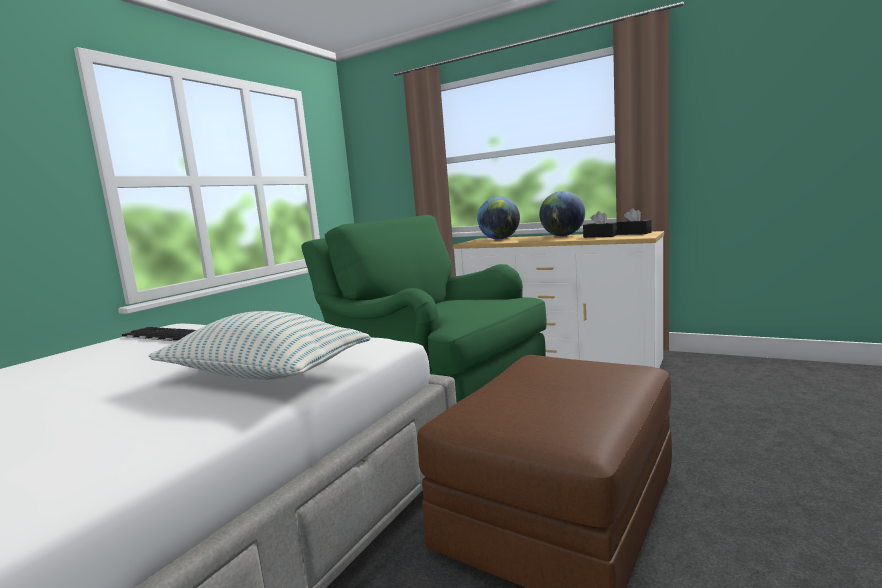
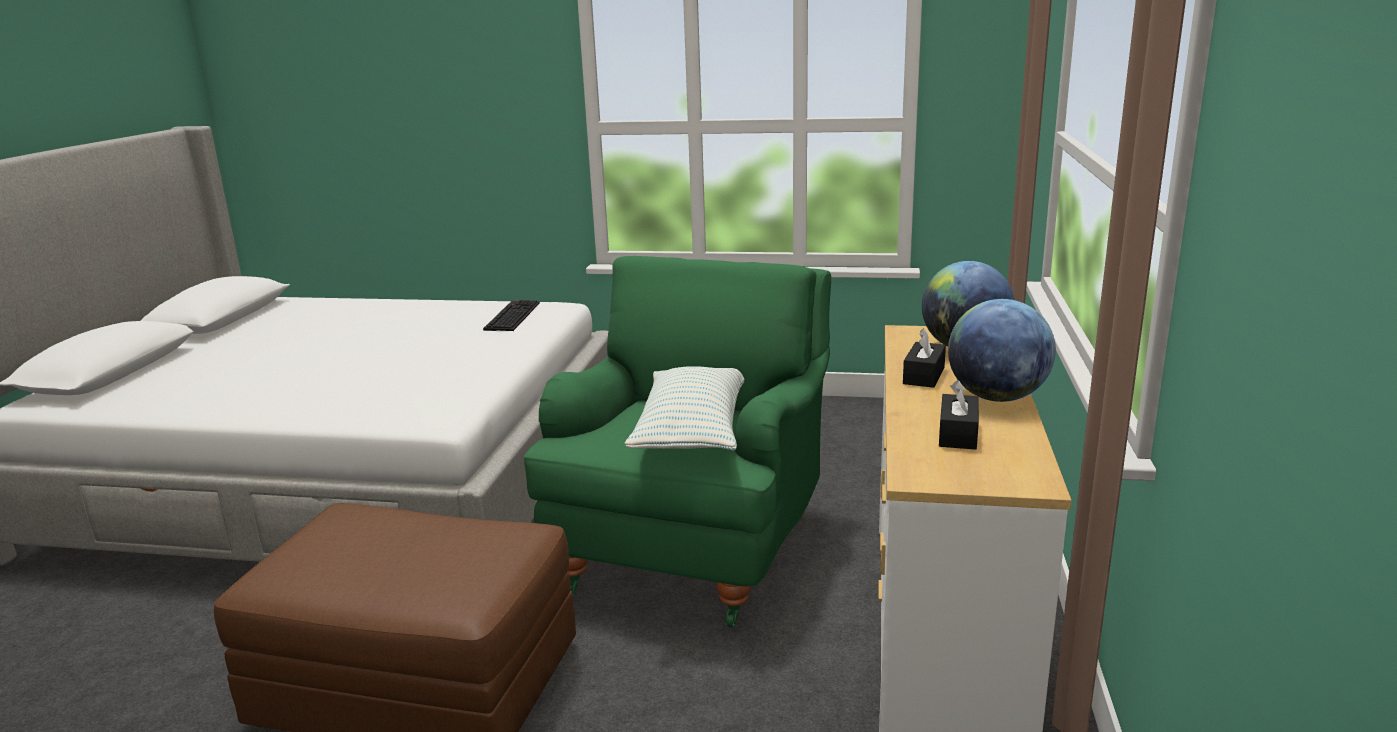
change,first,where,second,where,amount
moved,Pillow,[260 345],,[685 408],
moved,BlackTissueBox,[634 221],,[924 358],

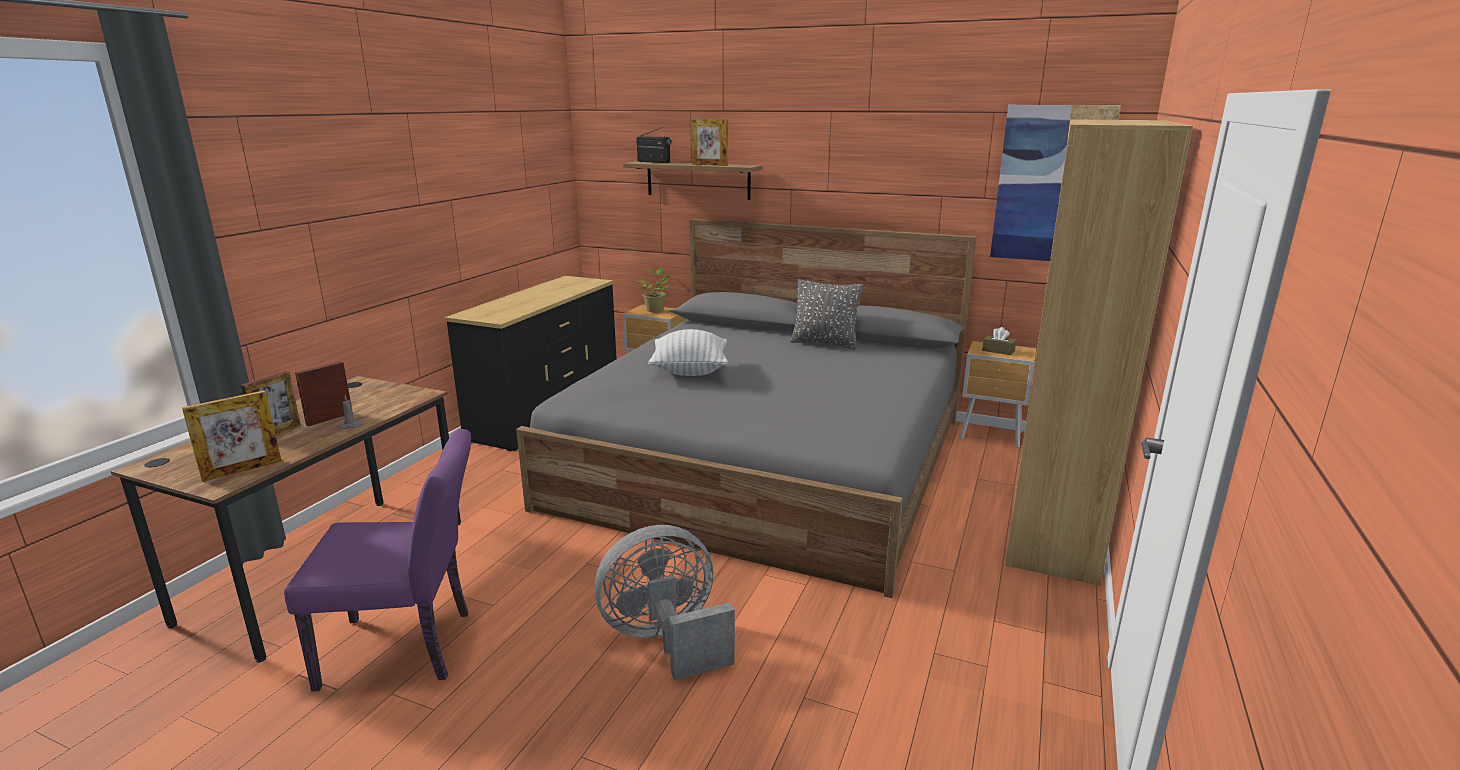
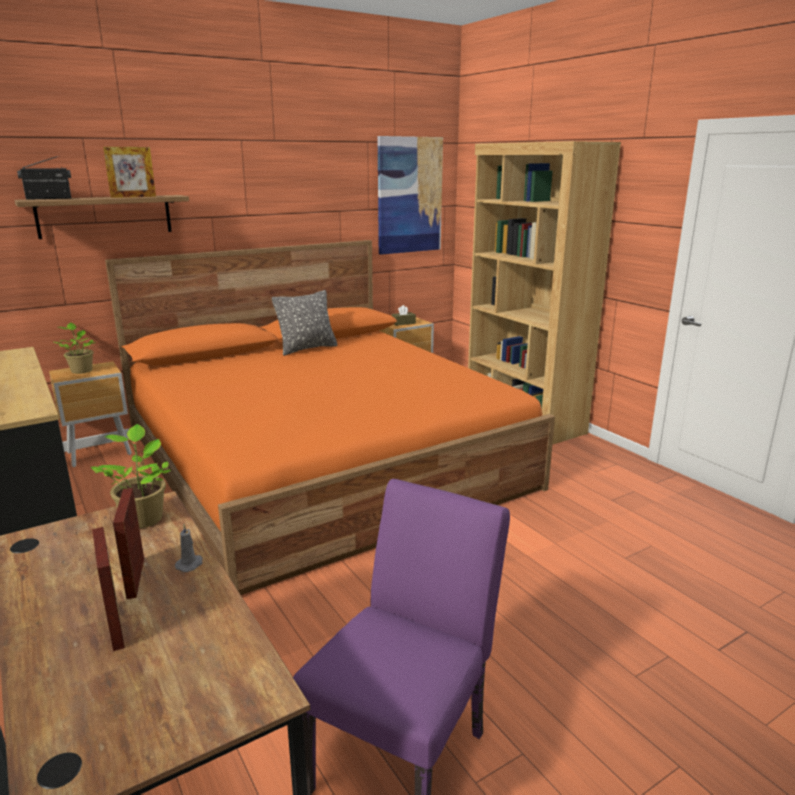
change,first,where,second,where,amount
removed,PictureFrame,[231 436],,,
recoloured,GreyBed,[746 408],OrangeBed,[330 417],
removed,GreyFan,[665 603],,,
removed,WhitePillow,[688 352],,,
added,,,PottedPlant,[131 476],

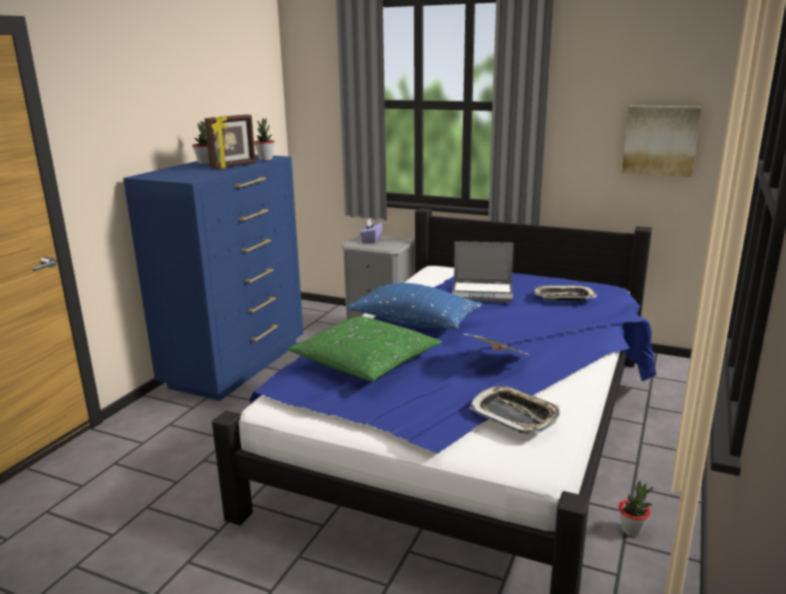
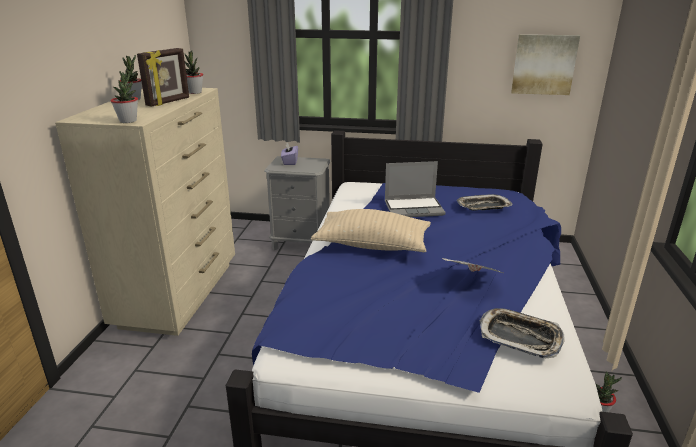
change,first,where,second,where,amount
recoloured,BlueDresser,[213 278],BeigeDresser,[145 212],
removed,GreenPillow,[365 348],,,
recoloured,BluePillow,[414 306],BeigePillow,[371 230],
added,,,PottedPlant,[124 97],

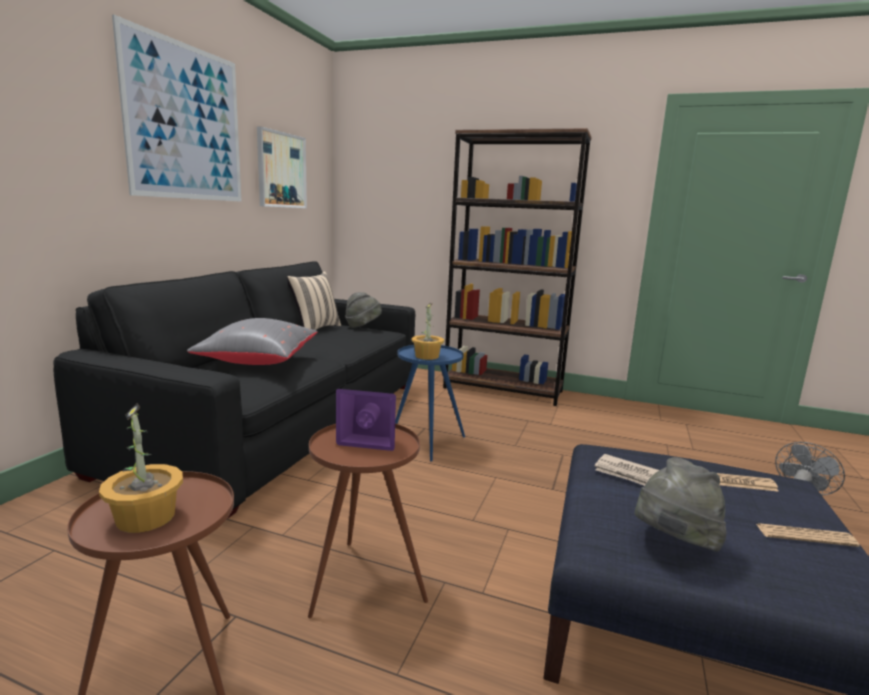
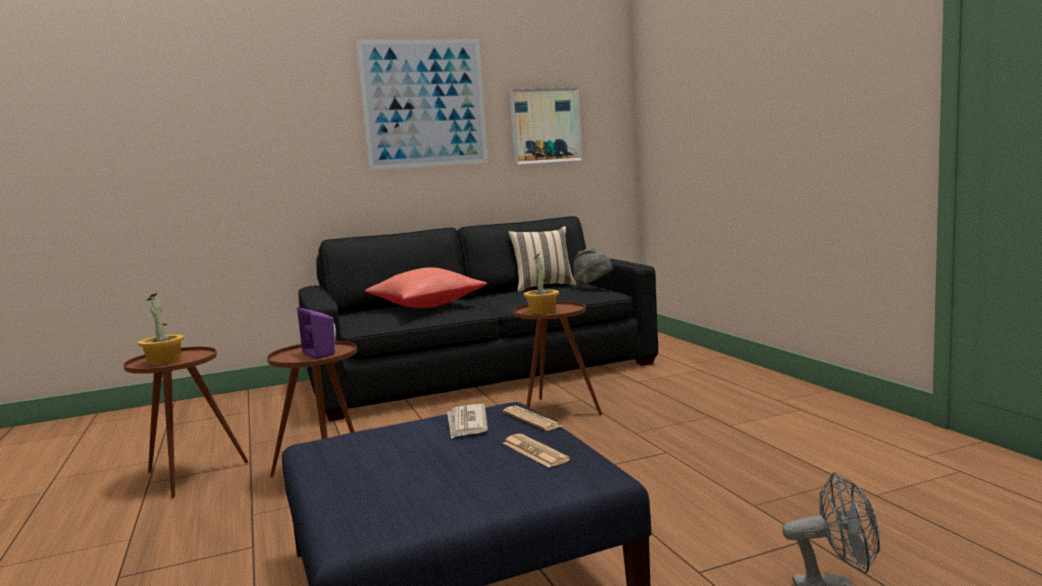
change,first,where,second,where,amount
recoloured,GreyPillow,[252 341],RedPillow,[426 287],
recoloured,BlueSideTable,[430 403],BrownSideTable,[558 358],
removed,BrownBookcase,[517 267],,,
removed,GreyHat,[681 504],,,
moved,Newspaper,[808 535],,[533 418],

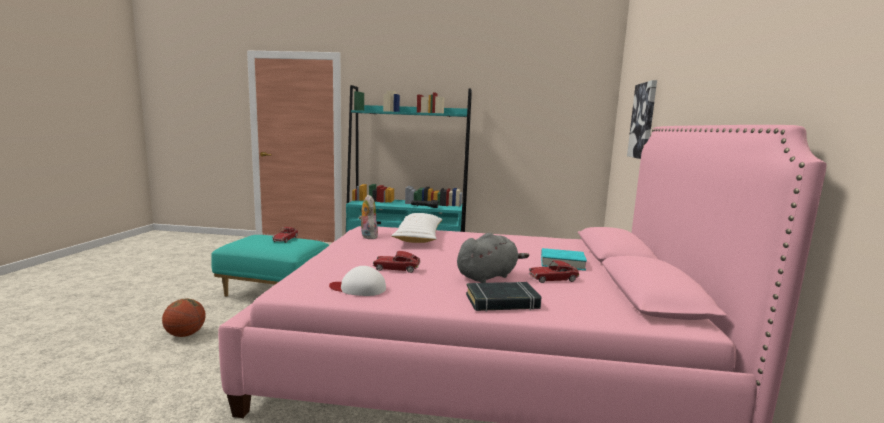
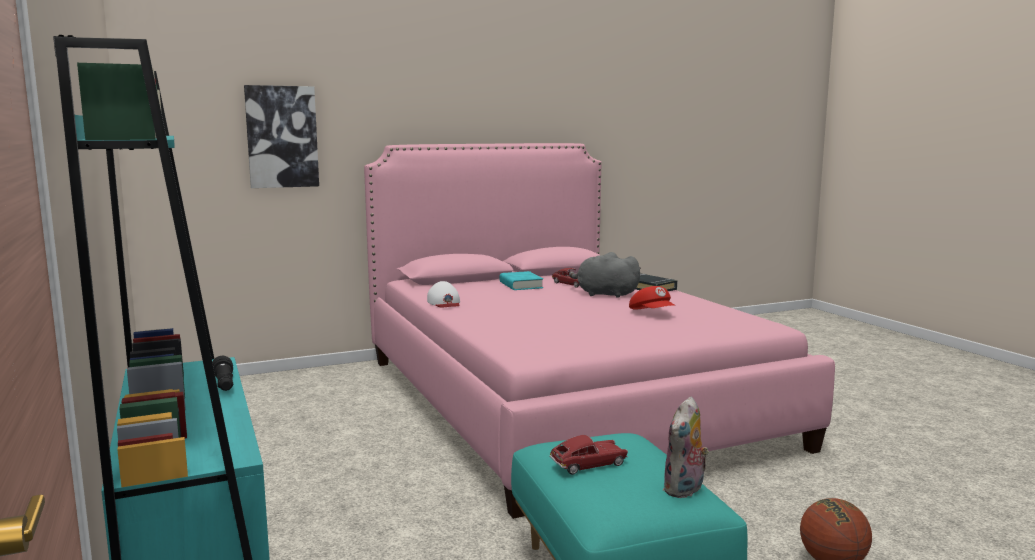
change,first,where,second,where,amount
moved,WhiteCap,[357 281],,[443 294],
moved,PlushToy,[368 217],,[686 447],
replaced,ToyCar,[397 262],RedCap,[652 297],
removed,WhitePillow,[416 228],,,

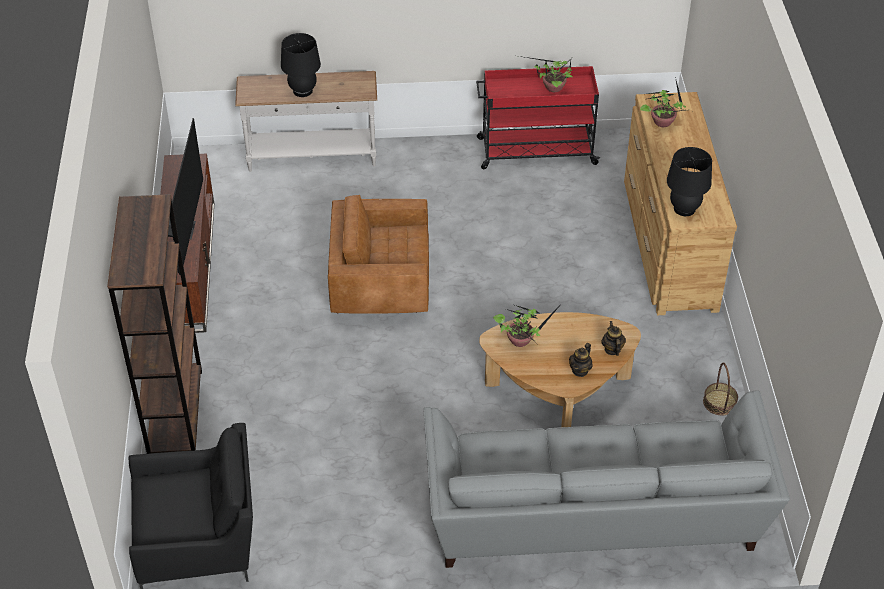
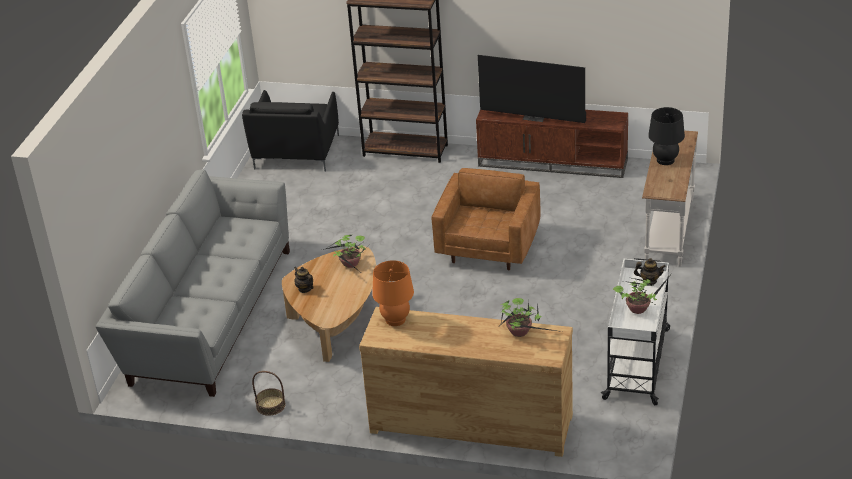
change,first,where,second,where,amount
recoloured,RedCart,[538 118],WhiteCart,[635 331],
moved,Teapot,[613 338],,[650 271],
recoloured,BlackTableLamp,[689 181],OrangeTableLamp,[393 293],

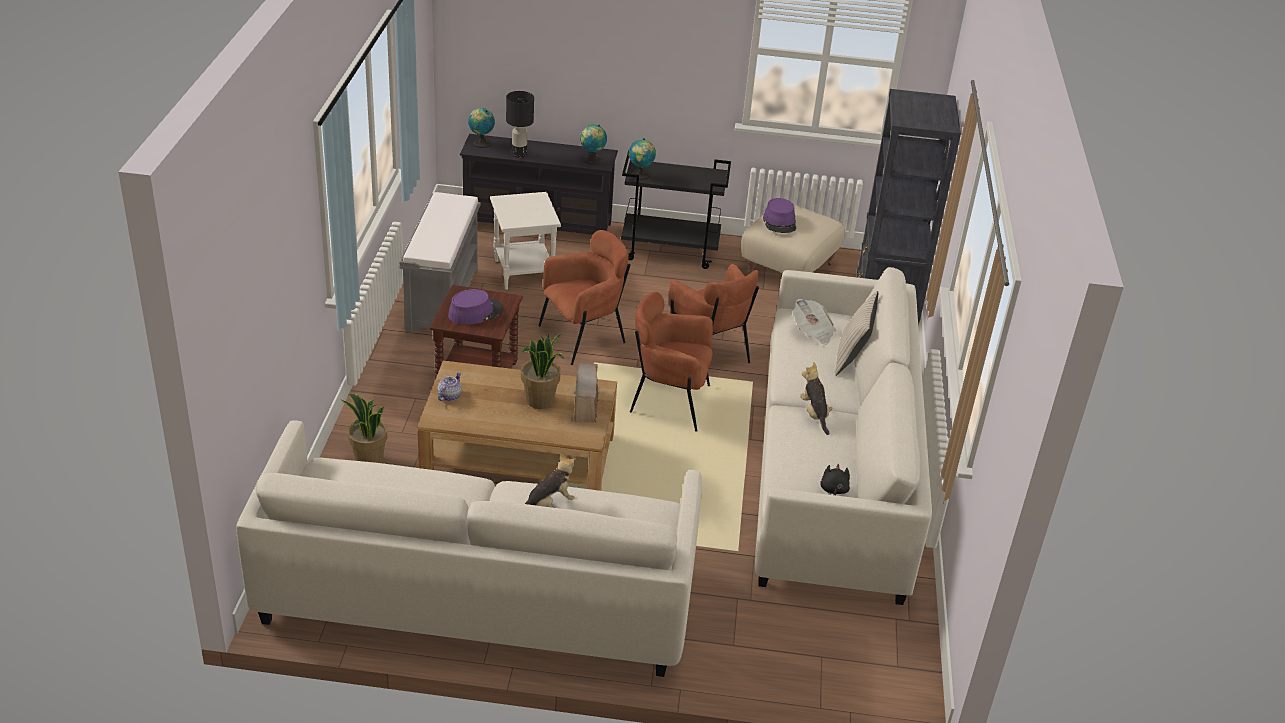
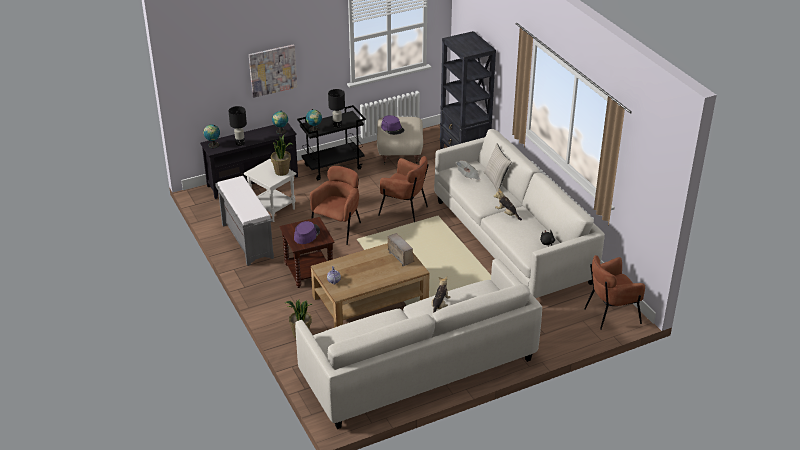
change,first,where,second,where,amount
moved,PottedPlant,[542 371],,[282 155],
moved,BrownArmchair,[671 361],,[614 292],
added,,,Picture,[273 71],
added,,,BlackTableLamp,[336 108],

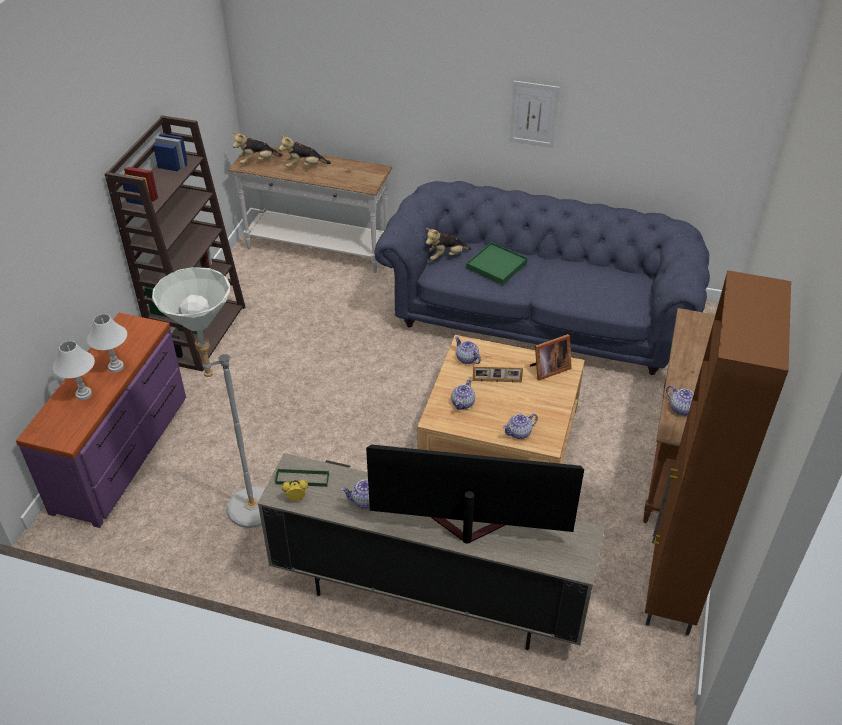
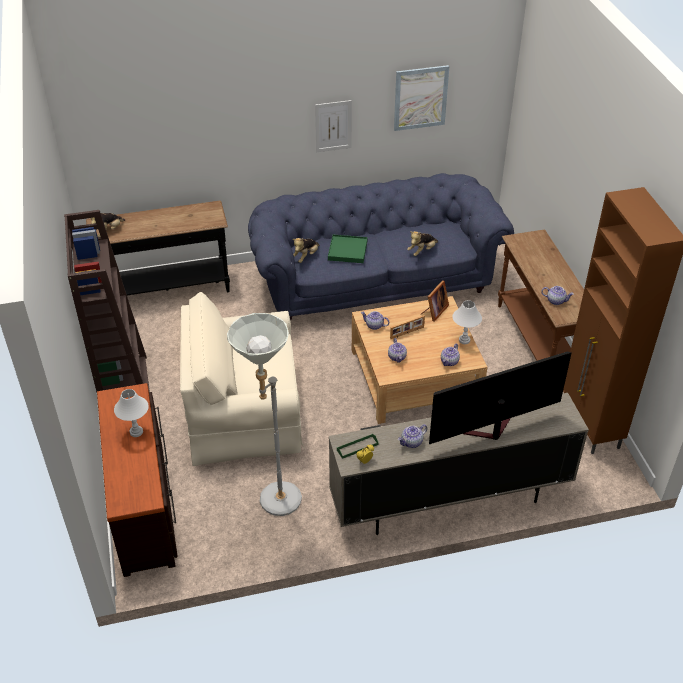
change,first,where,second,where,amount
recoloured,PurpleDresser,[101 420],BrownDresser,[137 480],
moved,WhiteTableLamp,[74 370],,[467 322],
recoloured,WhiteConsoleTable,[310 210],BlackConsoleTable,[158 248],
moved,PlushToy,[305 151],,[422 243],
added,,,BeigeArmchair,[242 379],
added,,,Picture,[421 98],

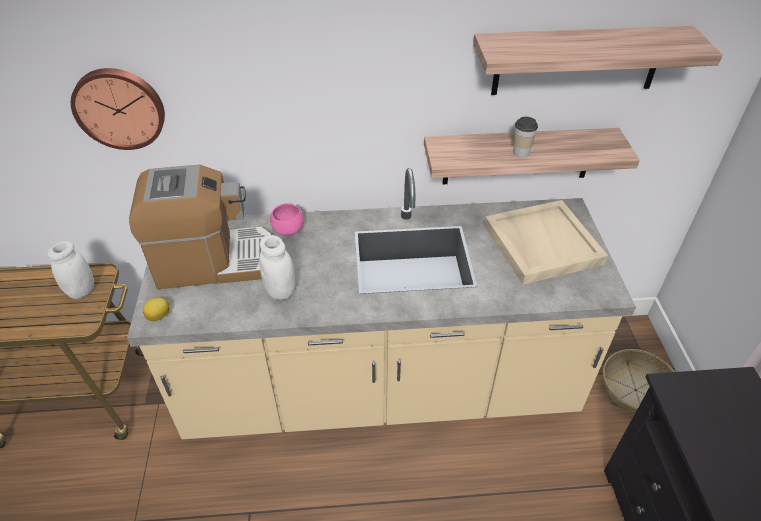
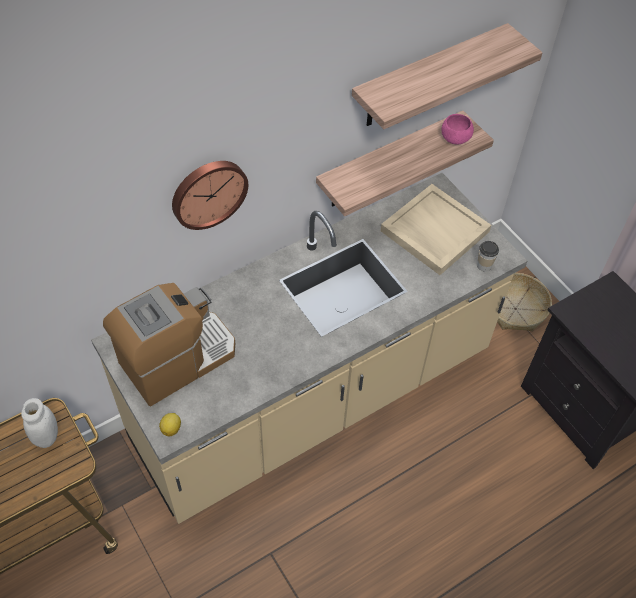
change,first,where,second,where,amount
moved,WallClock,[118 109],,[210 195],
removed,WhiteJar,[277 267],,,
moved,PinkBowl,[287 219],,[457 129],
moved,Cup,[525 137],,[488 256],

